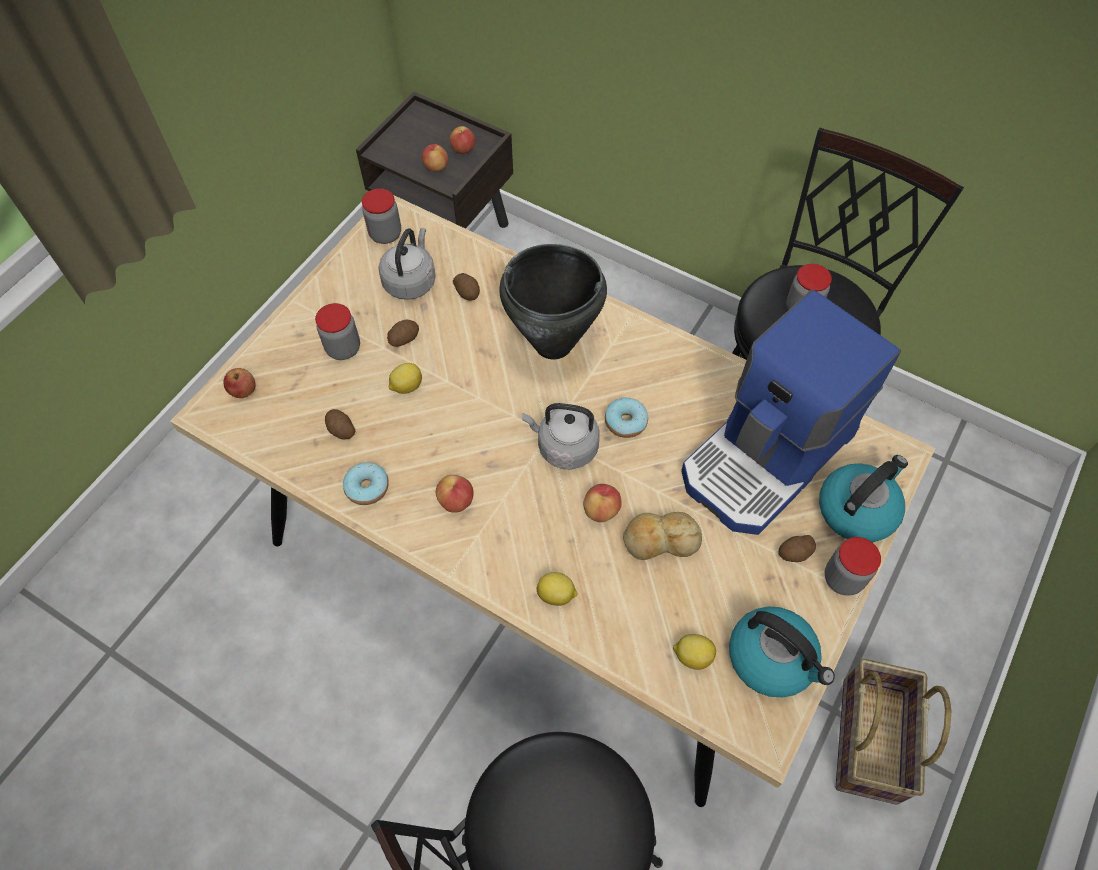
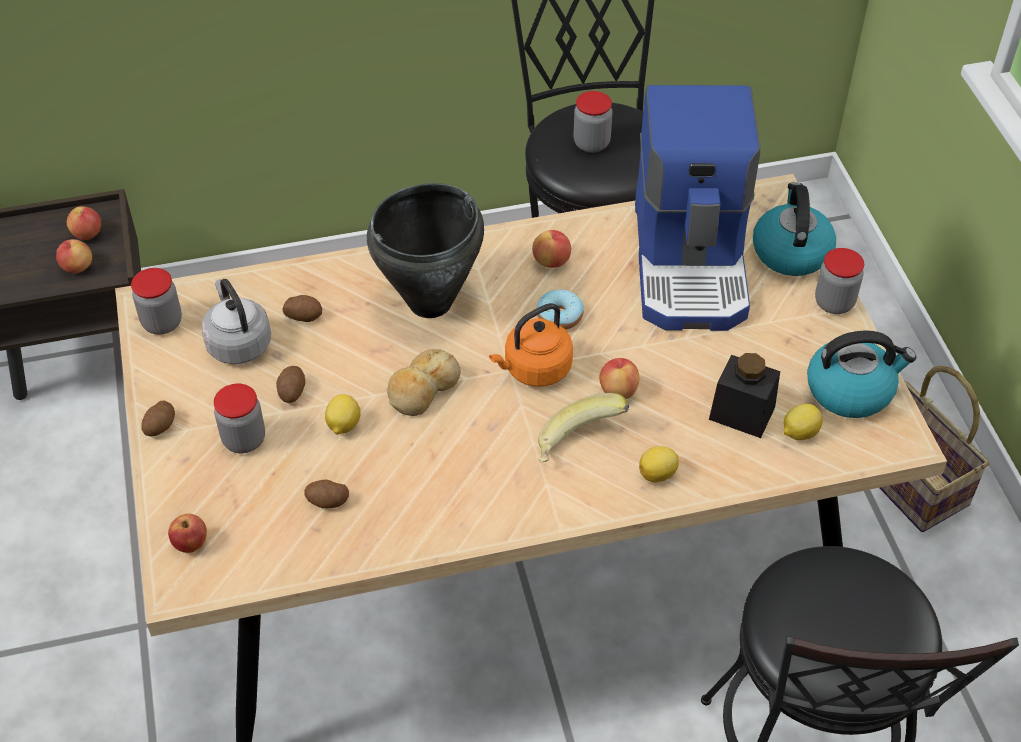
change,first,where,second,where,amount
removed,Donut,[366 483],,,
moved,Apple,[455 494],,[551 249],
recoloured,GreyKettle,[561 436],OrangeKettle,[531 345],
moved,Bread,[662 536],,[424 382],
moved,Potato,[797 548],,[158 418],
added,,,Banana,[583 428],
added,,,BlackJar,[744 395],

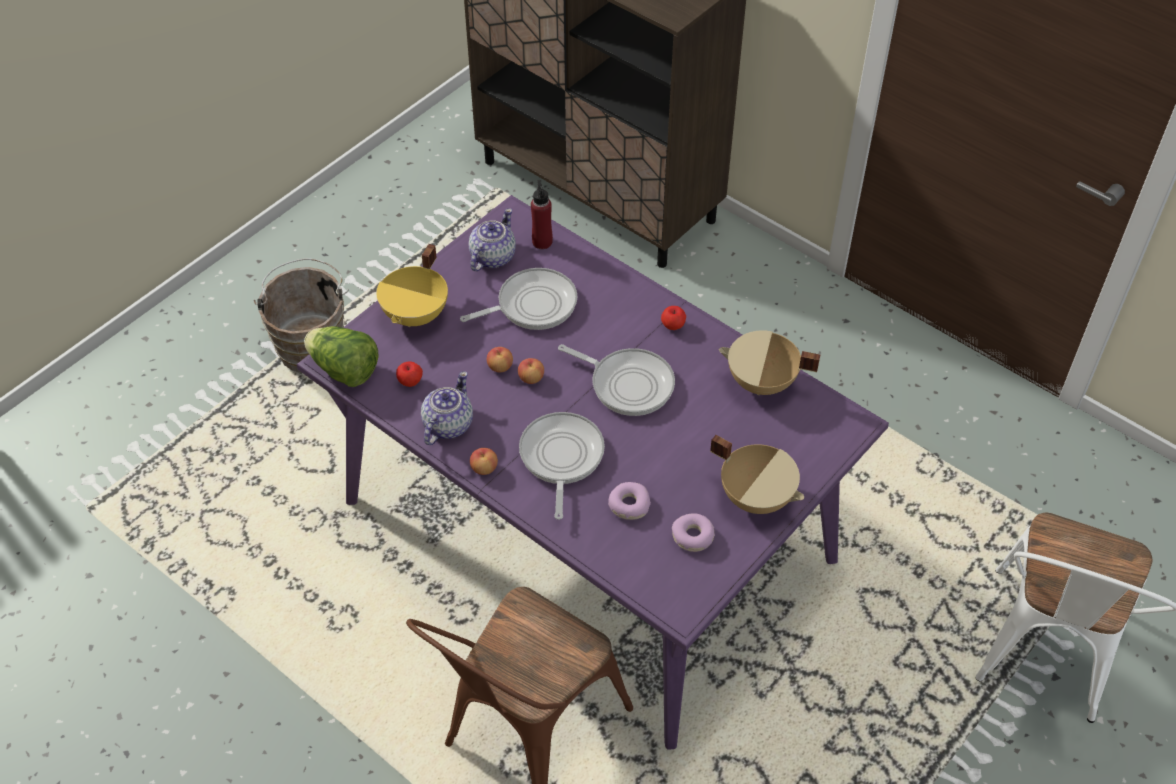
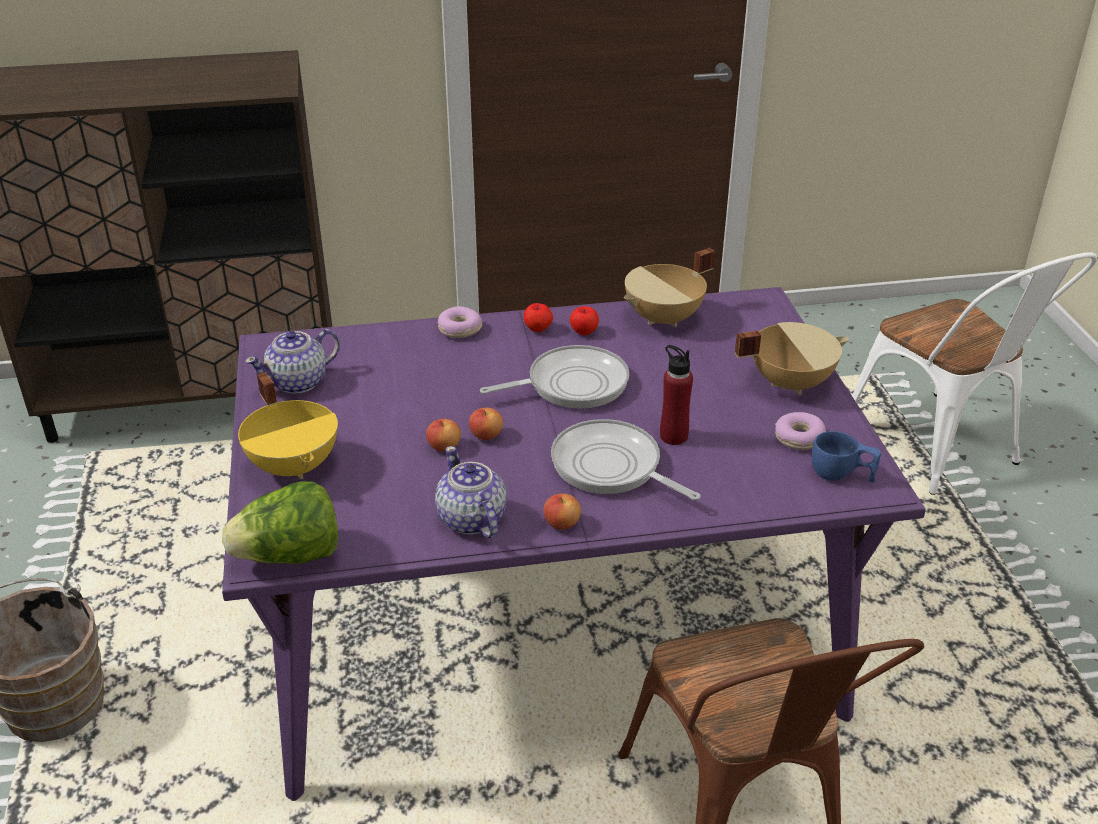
change,first,where,second,where,amount
moved,Apple,[409 374],,[584 320],
removed,FryingPan,[518 299],,,
turned,Teapot,[492 239],,[292 361],105 degrees counterclockwise
moved,RedBottle,[542 214],,[676 395],
moved,Donut,[629 501],,[460 322],
added,,,BlueCup,[846 456],

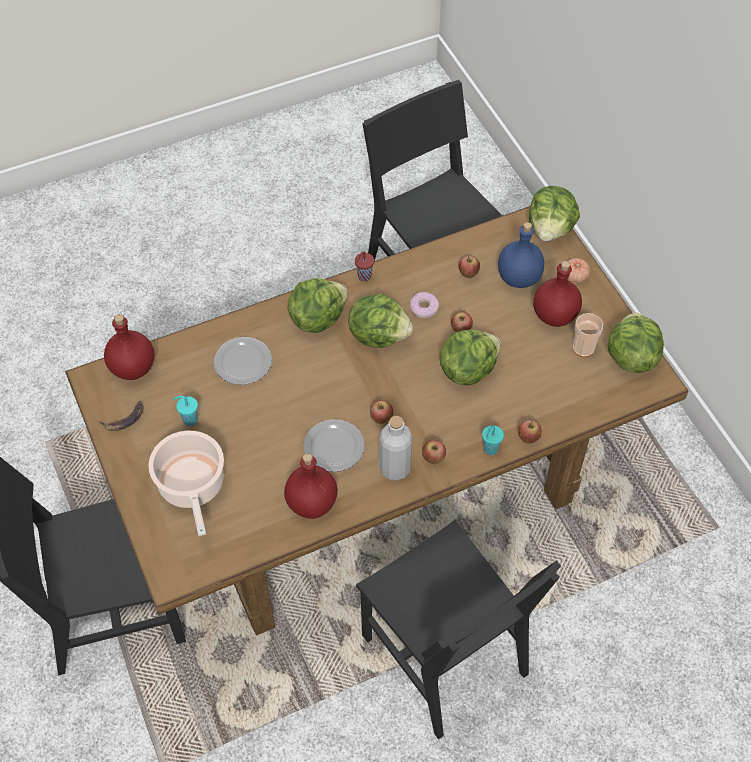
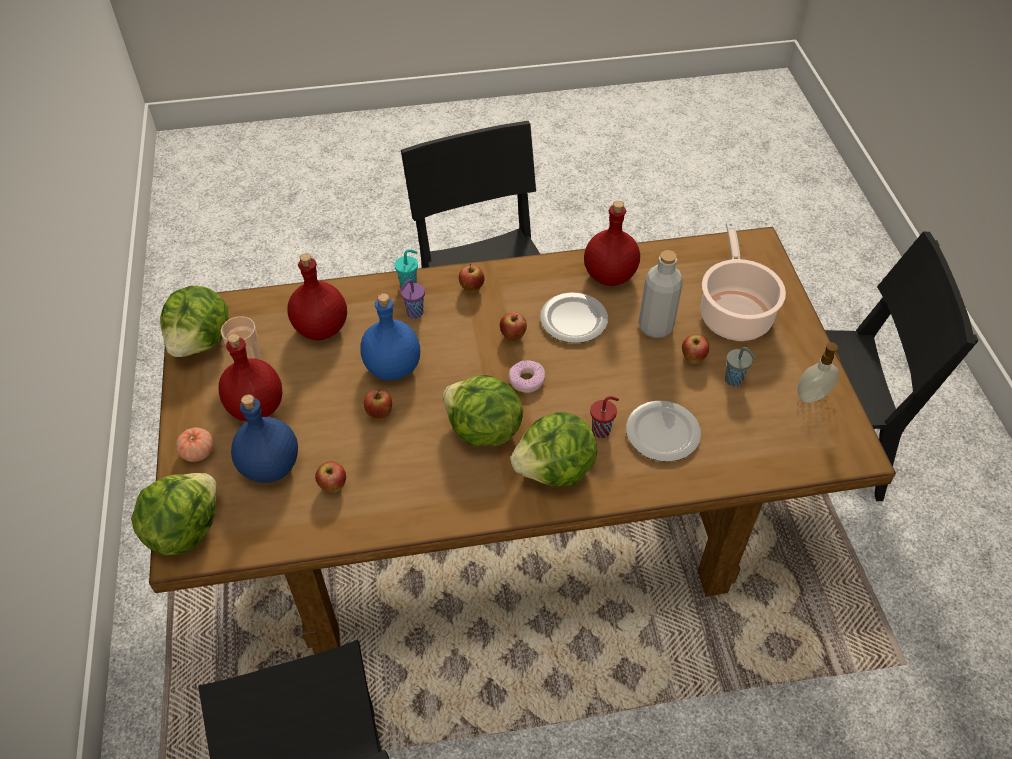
change,first,where,second,where,amount
replaced,Banana,[121 416],SoapDispenser,[819 372],
moved,RedBottle,[129 347],,[317 297],
recoloured,TurquoiseCup,[186 410],GreyCup,[740 366],
moved,RedCup,[364 266],,[604 417],
moved,GreyBottle,[395 448],,[661 294],
moved,Donut,[424 305],,[527 376],
replaced,Lettuce,[470 357],BlueBottle,[390 337],
moved,Apple,[530 432],,[695 349],
added,,,PurpleCup,[412 299],

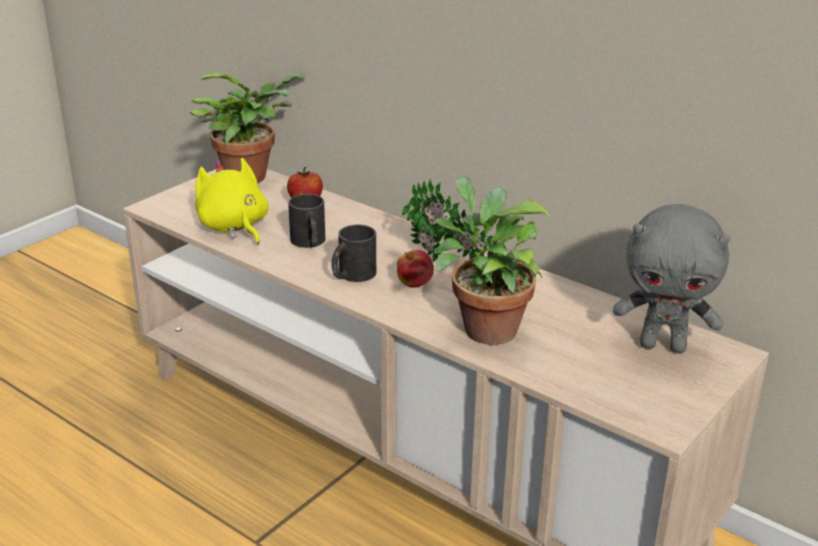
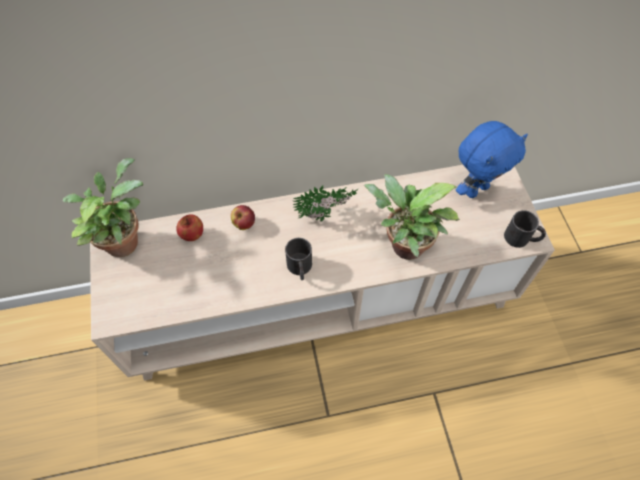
change,first,where,second,where,amount
removed,YellowPlushToy,[231 201],,,
moved,BlackMug,[306 221],,[525 229],
moved,Apple,[415 269],,[243 217],
recoloured,GreyPlushToy,[671 278],BluePlushToy,[492 159],

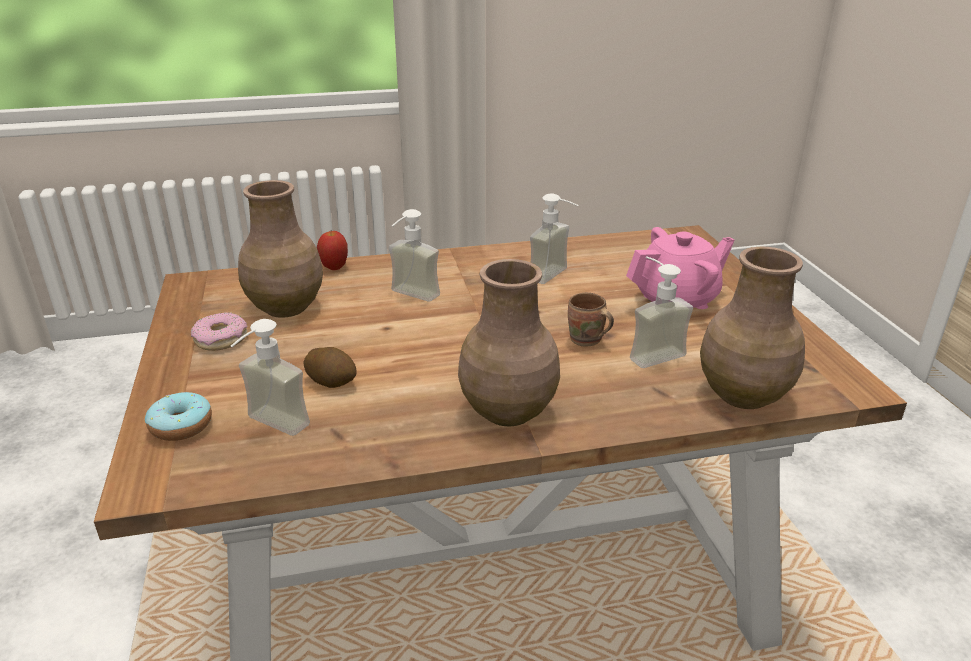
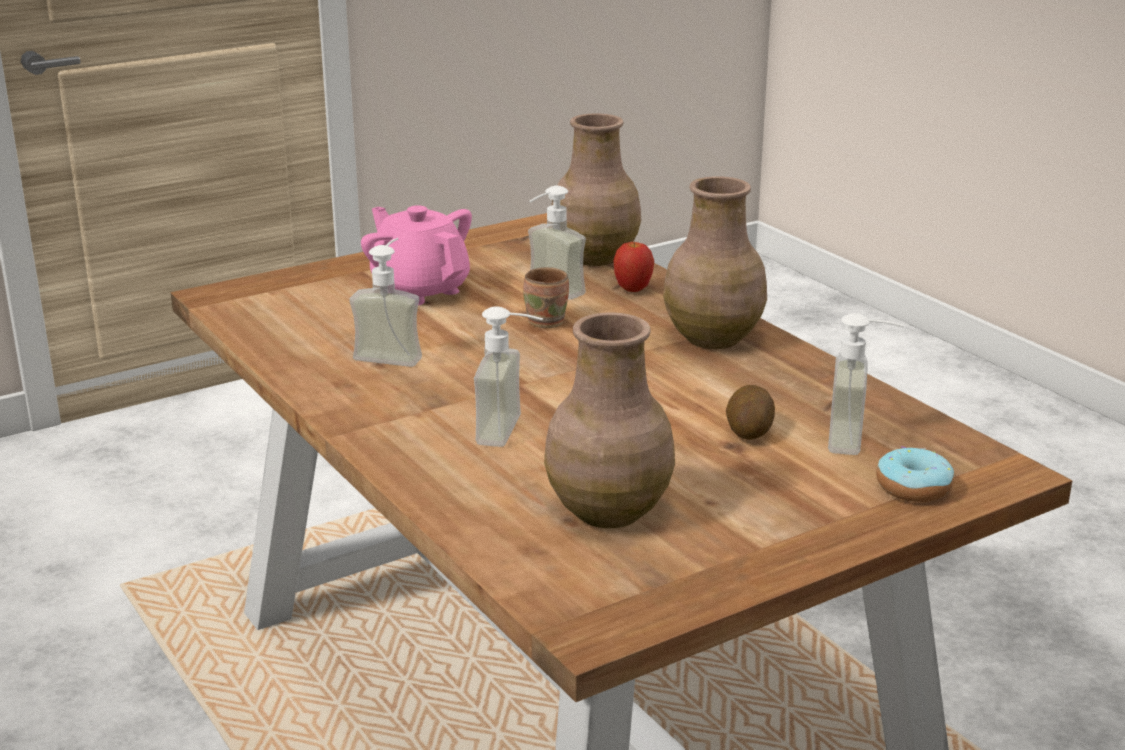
change,first,where,second,where,amount
removed,Donut,[219 331],,,
moved,Apple,[332 250],,[634 267],

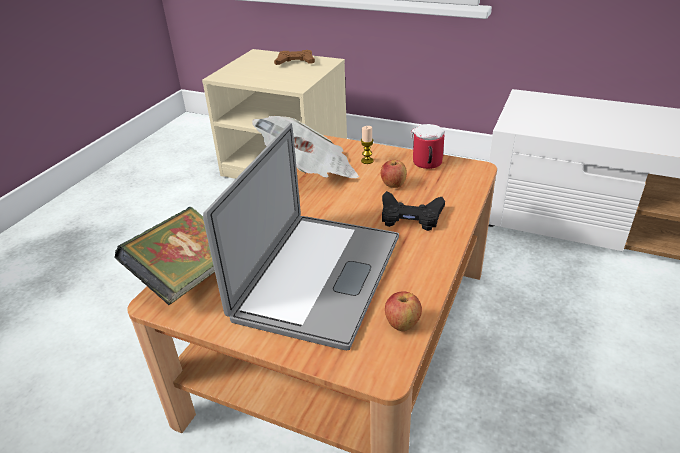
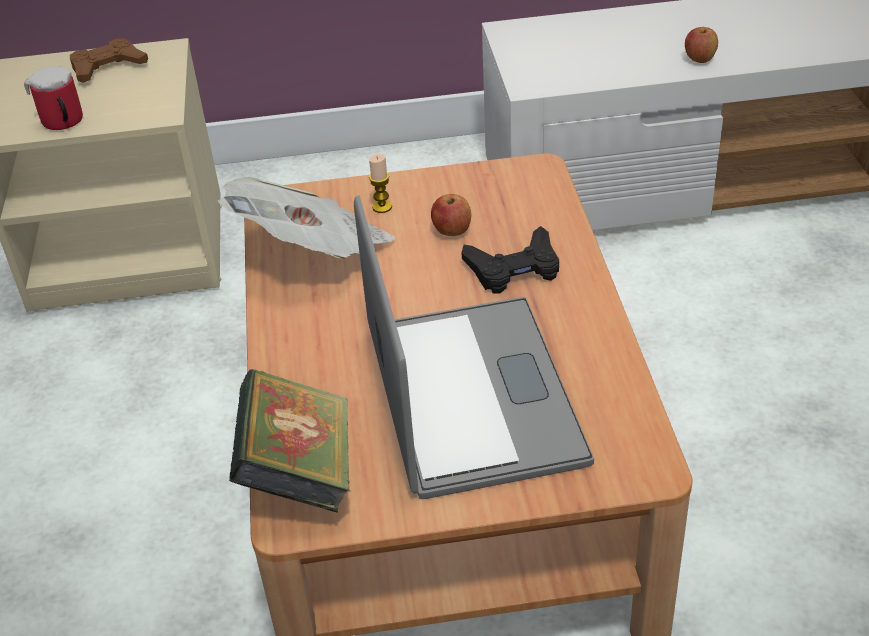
change,first,where,second,where,amount
moved,Apple,[403 311],,[701 45],
moved,Mug,[428 146],,[53 98],

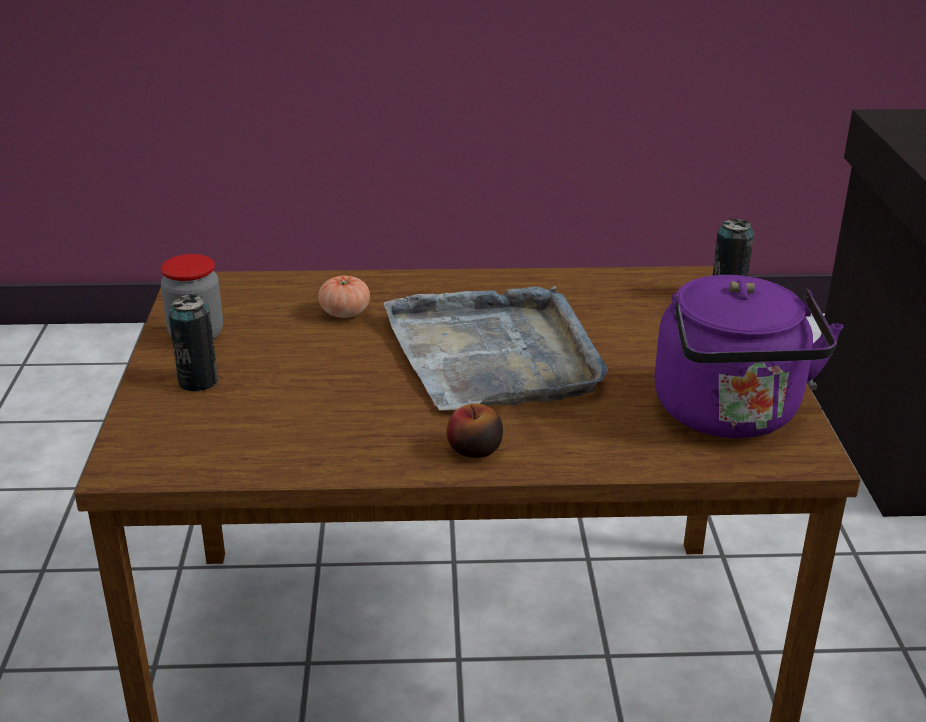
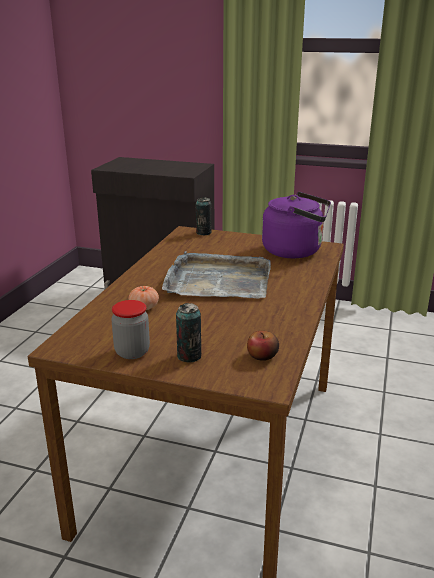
change,first,where,second,where,amount
moved,Apple,[475 430],,[263 345],

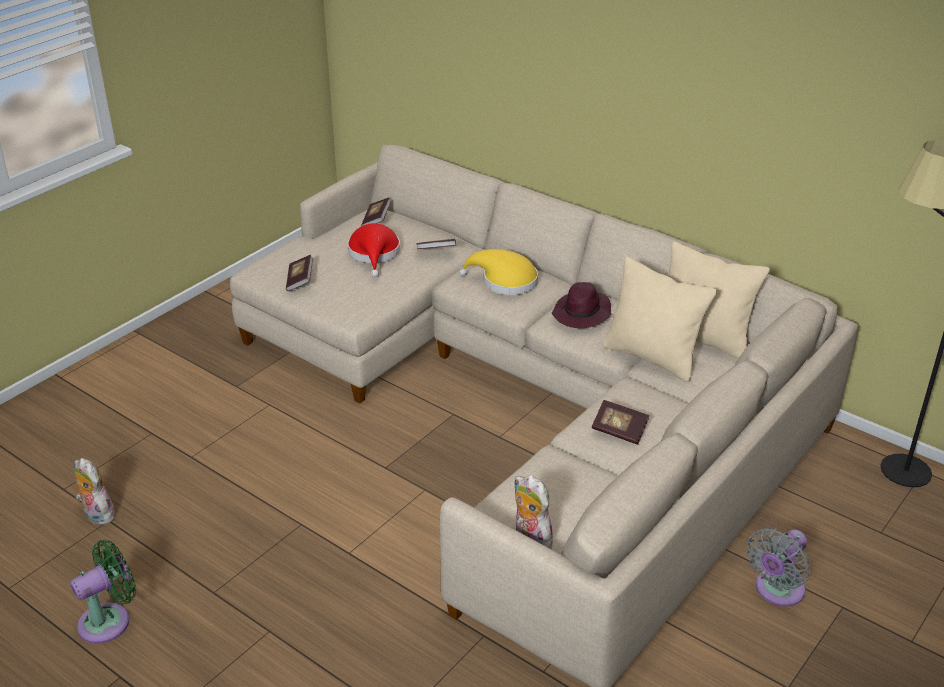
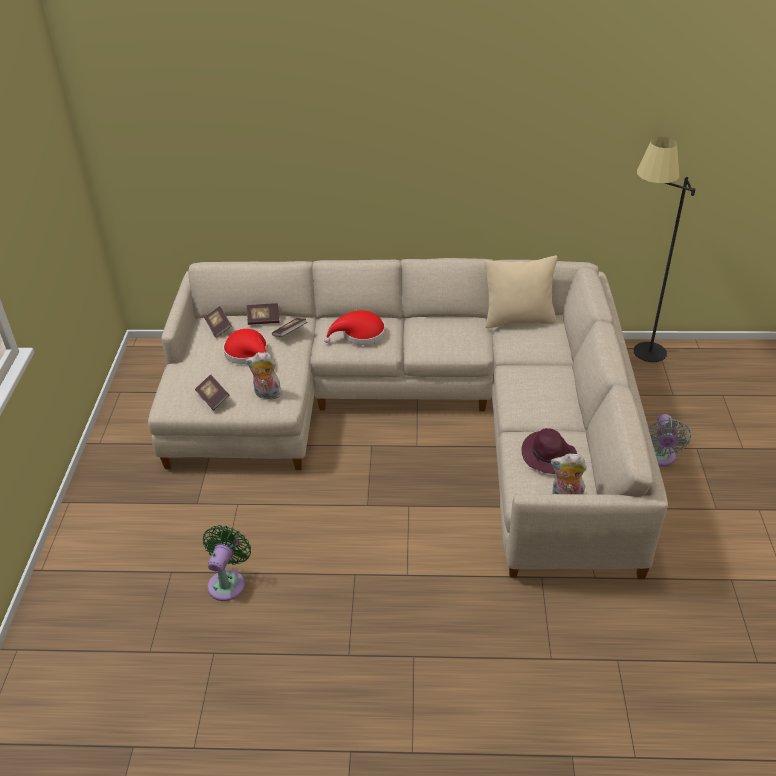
change,first,where,second,where,amount
moved,GreenFan,[103 592],,[227 563],
moved,PlushToy,[94 491],,[264 375],
recoloured,YellowHat,[498 272],RedHat,[354 327],
moved,PurpleHat,[581 305],,[549 451],
moved,Book,[620 422],,[263 314],
removed,BeigePillow,[660 319],,,

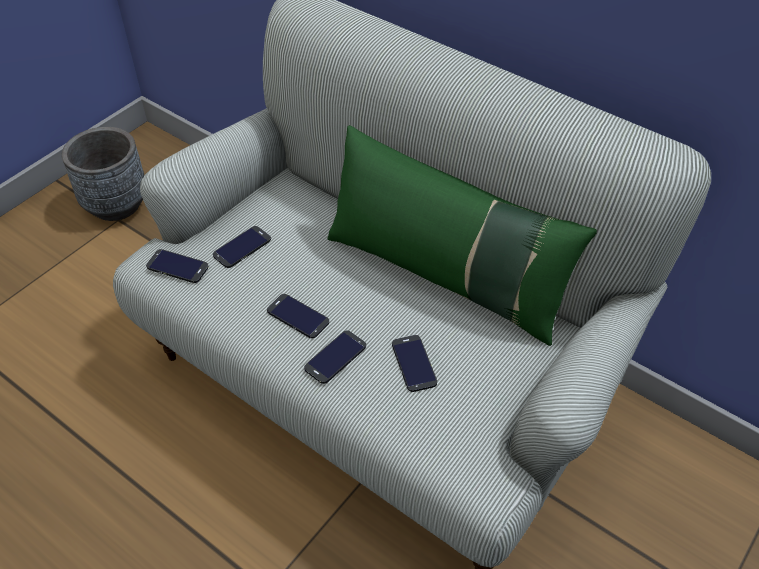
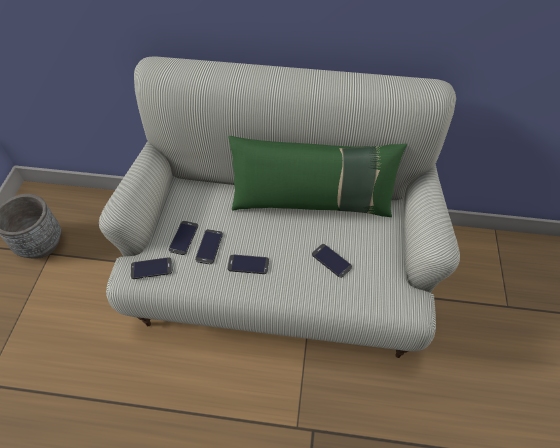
change,first,where,second,where,amount
moved,Phone,[335 357],,[209 246],

